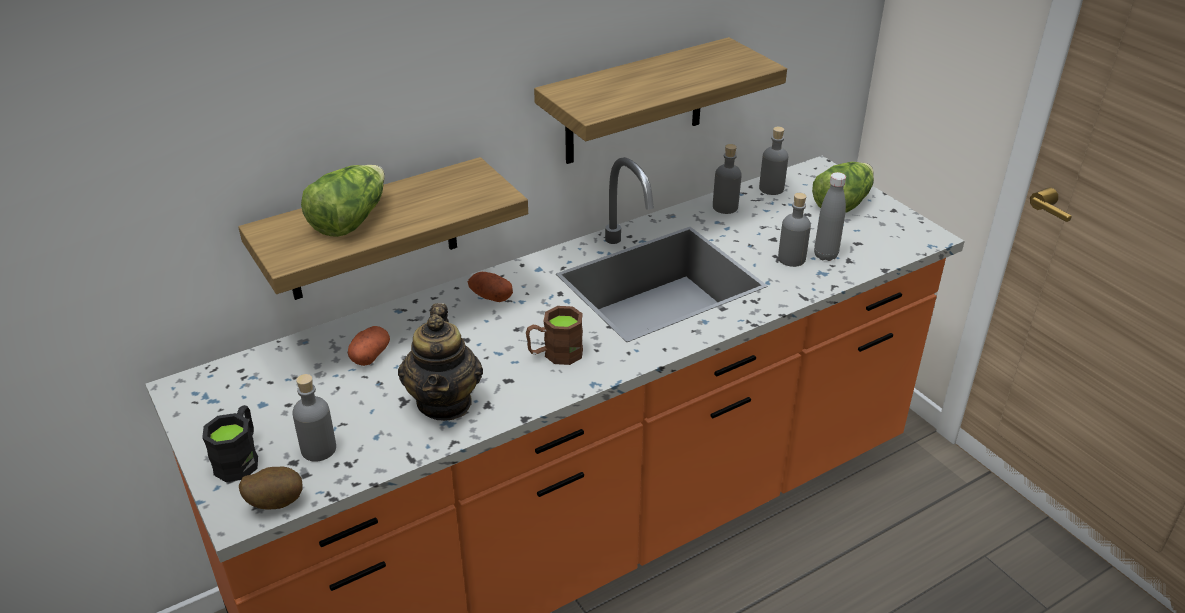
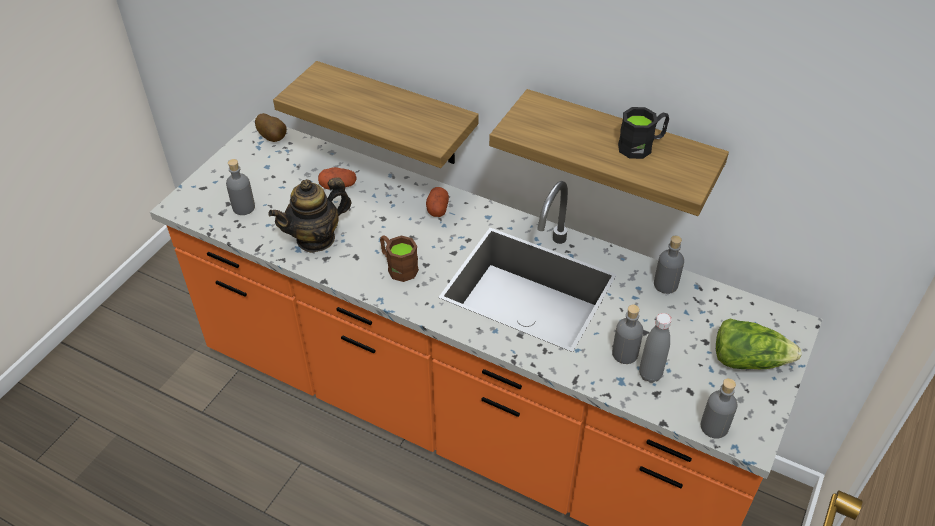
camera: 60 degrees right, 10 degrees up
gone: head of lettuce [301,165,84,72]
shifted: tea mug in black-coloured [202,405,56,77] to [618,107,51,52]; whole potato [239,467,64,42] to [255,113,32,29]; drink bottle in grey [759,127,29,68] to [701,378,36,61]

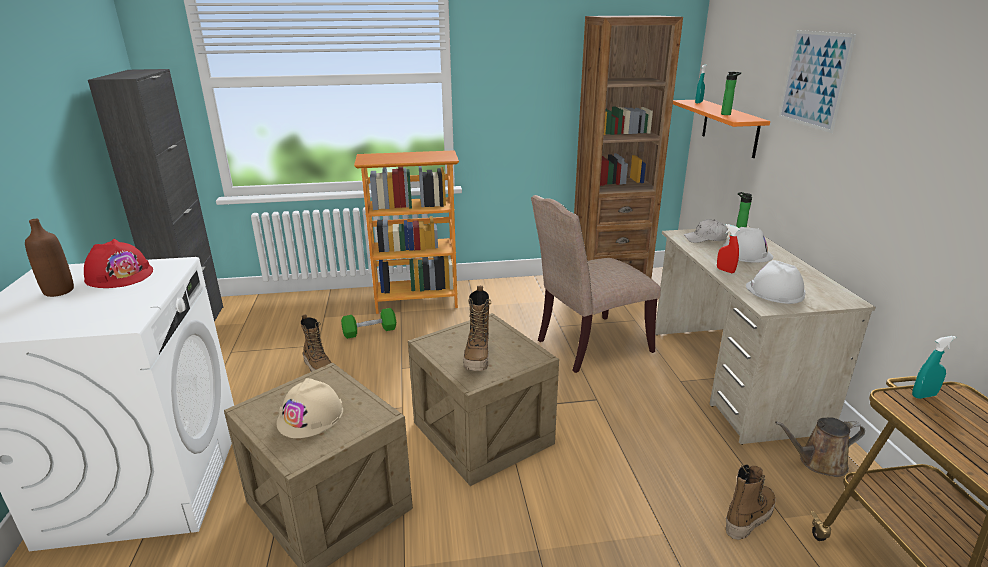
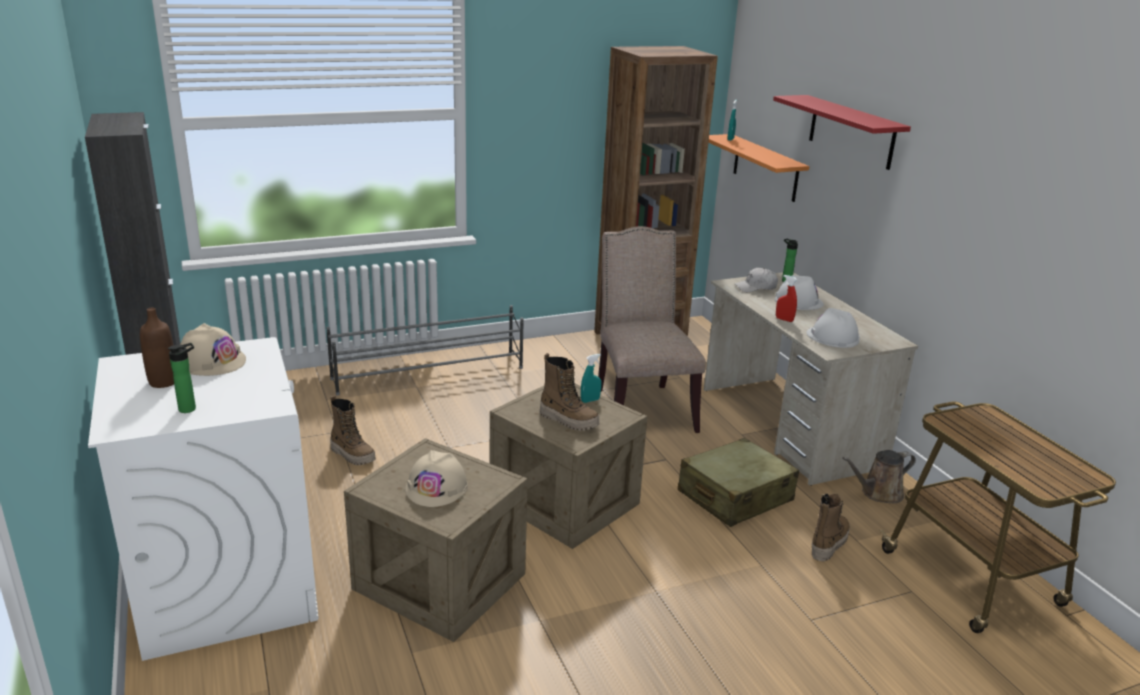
camera: 15 degrees left, 0 degrees up
gone: dumbbell in green [341,308,55,31]
new: travel case in sand-coloured [678,438,121,89]
shifted: drink bottle [721,71,20,44] to [168,343,28,70]; spray bottle in turquoise-coloured [912,336,44,63] to [581,354,21,49]
swapped: bookshelf [354,150,105,164] to shoe rack in grey [326,305,198,91]; picture [779,30,77,103] to bracket shelf in reddish [773,95,138,75]
repainted: safety helmet in reddish [84,239,69,49] to safety helmet in sand-coloured [180,323,66,53]
rotated: boot [463,286,28,85] = [540,353,59,78] 45 degrees counterclockwise; upright chair in sand-coloured [531,195,130,178] = [598,226,108,207] 120 degrees clockwise

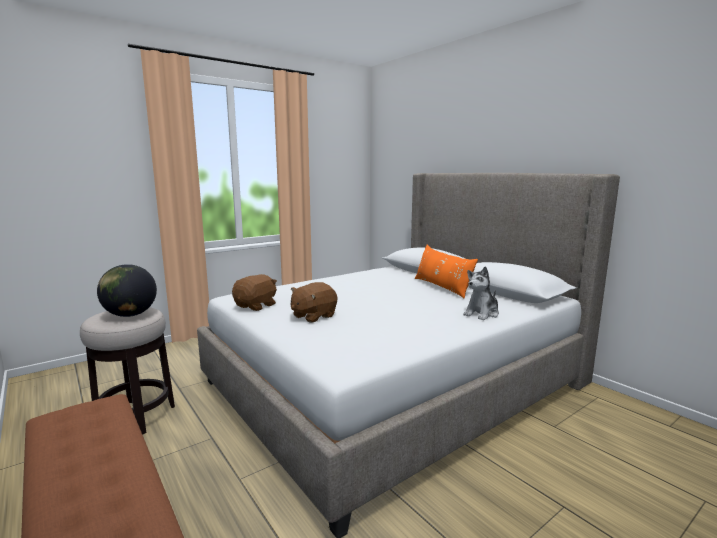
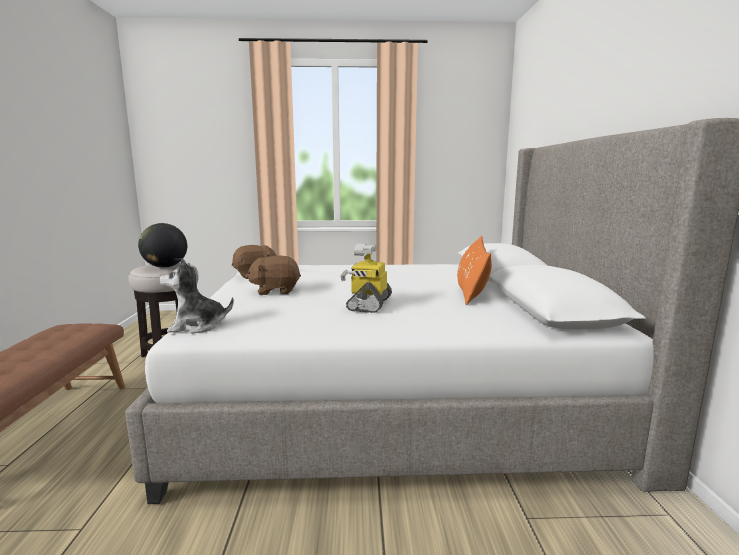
camera: 35 degrees right, 0 degrees up
new: model robot [340,244,52,69]
shifted: cuddly toy [463,266,36,54] to [160,258,74,76]

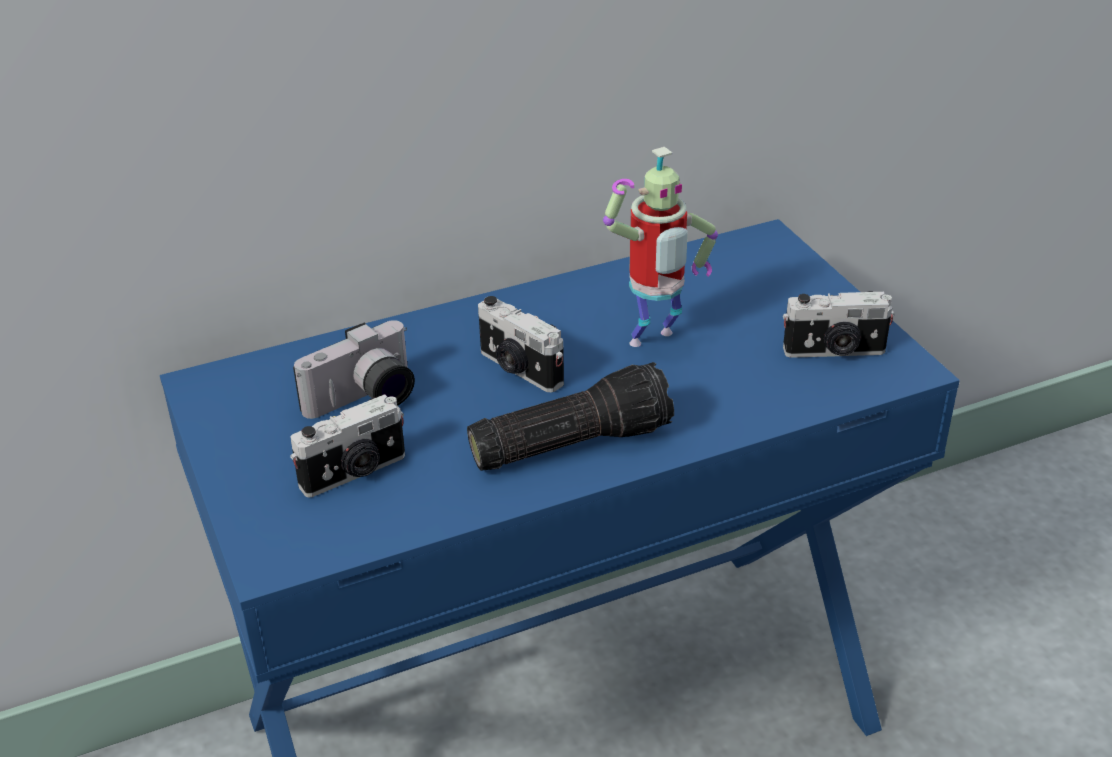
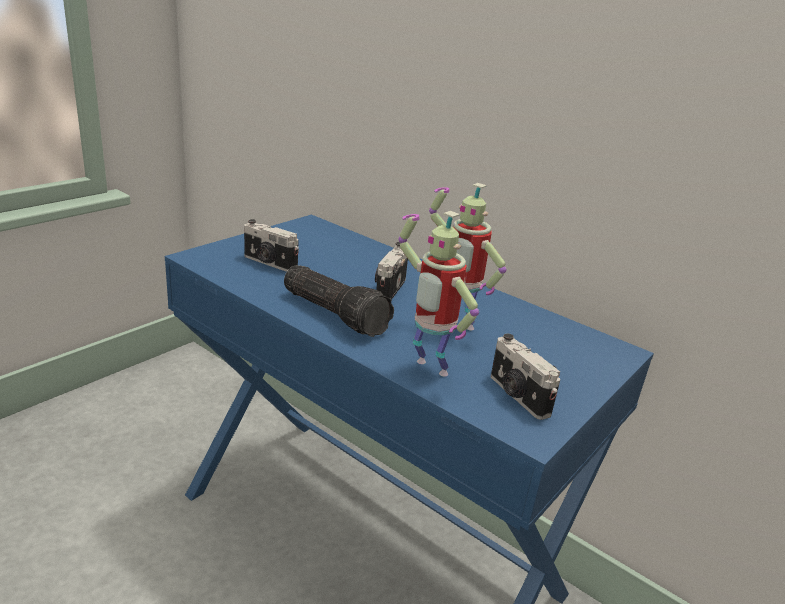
camera: 60 degrees right, 10 degrees down
gone: photo camera [293,320,122,99]
new: model robot [398,211,81,165]

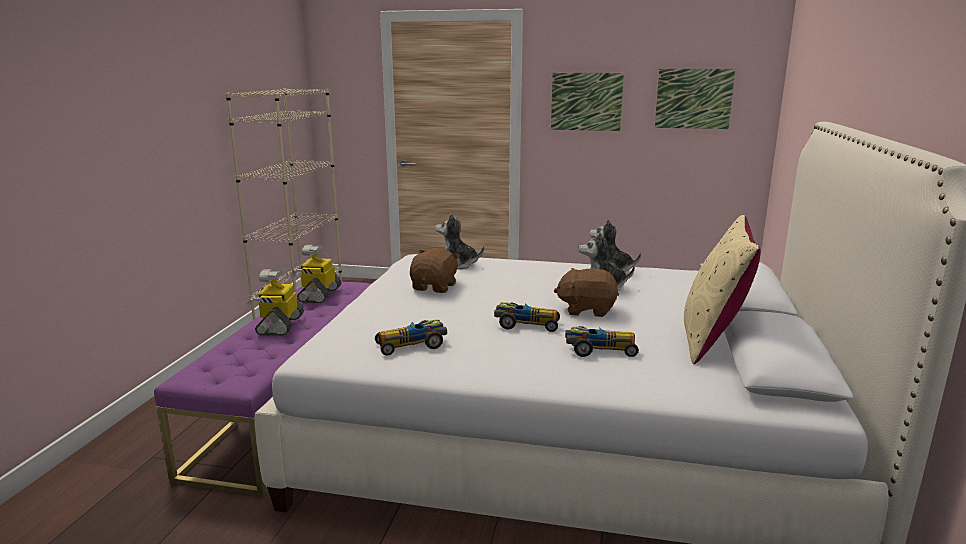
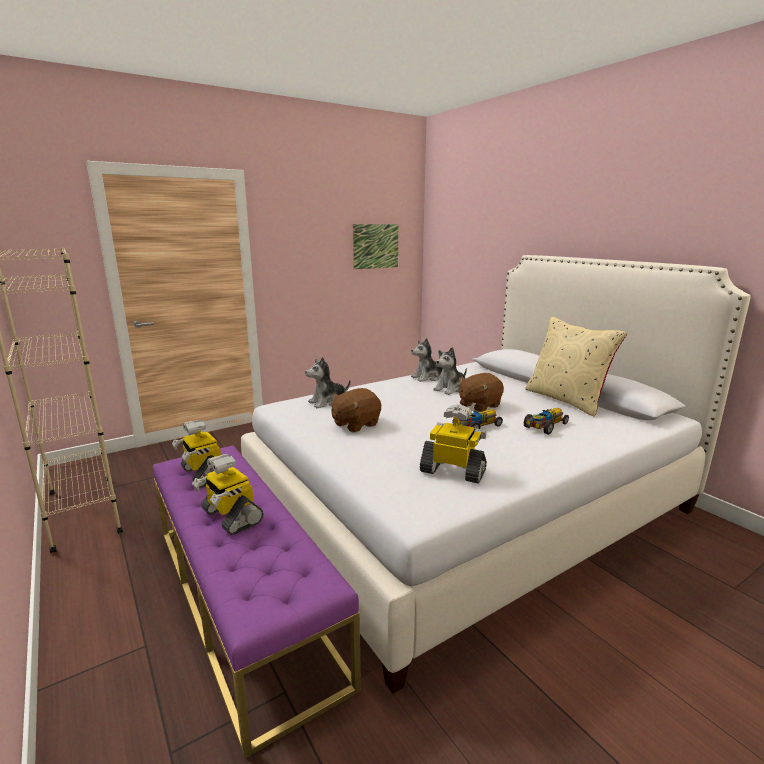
camera: 45 degrees left, 0 degrees up
gone: picture [551,73,73,58]
swapped: model car [375,319,72,36] to model robot [420,404,67,80]
rotated: cuddly toy in brown [410,248,50,45] = [332,388,49,44] 105 degrees counterclockwise

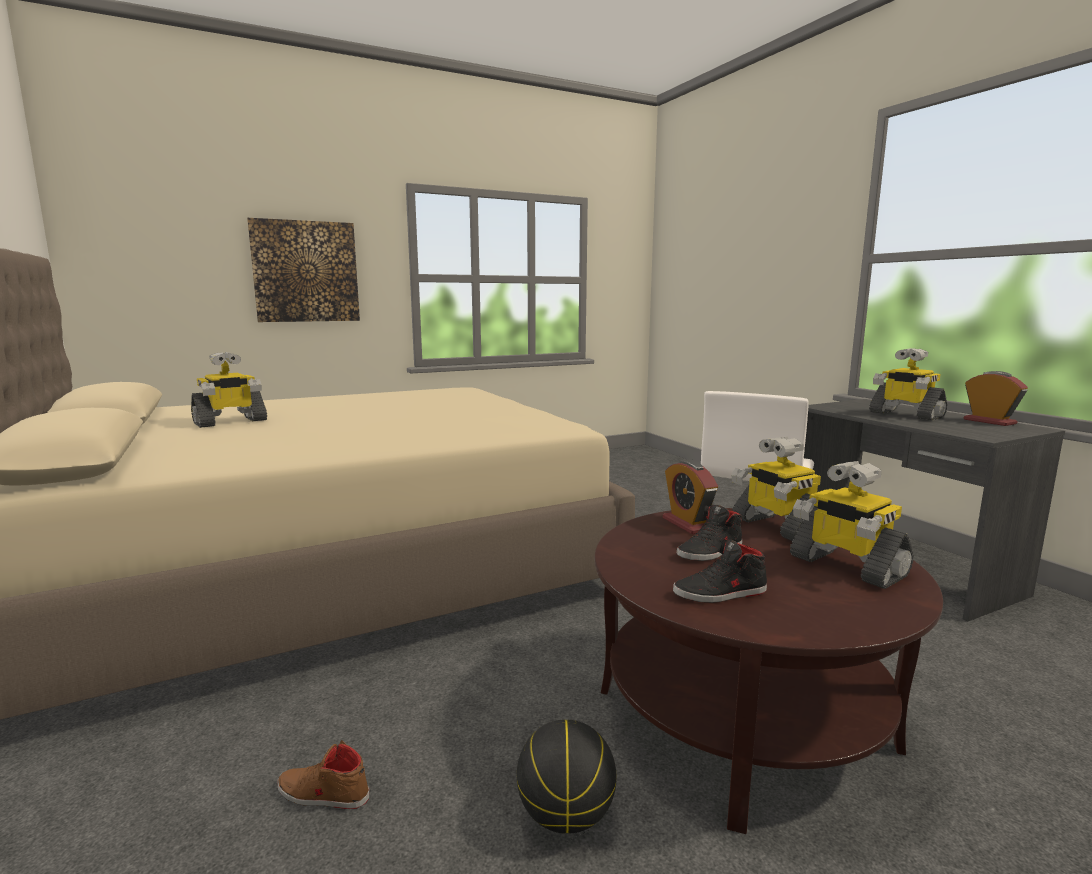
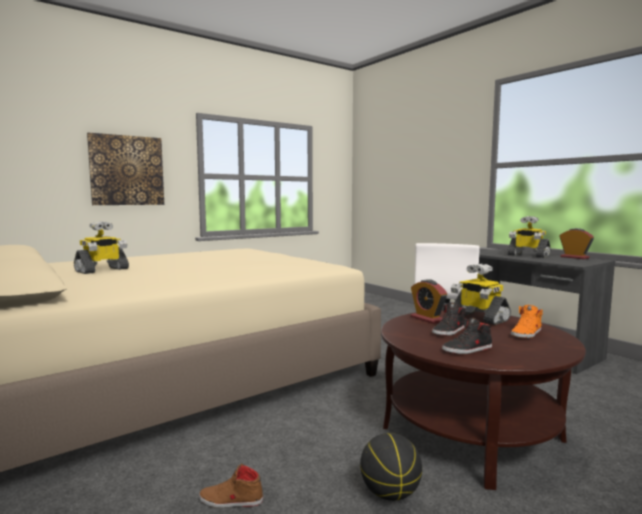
camera: 10 degrees left, 5 degrees down
swapped: model robot [790,461,124,128] to item of footwear in orange [511,305,32,33]

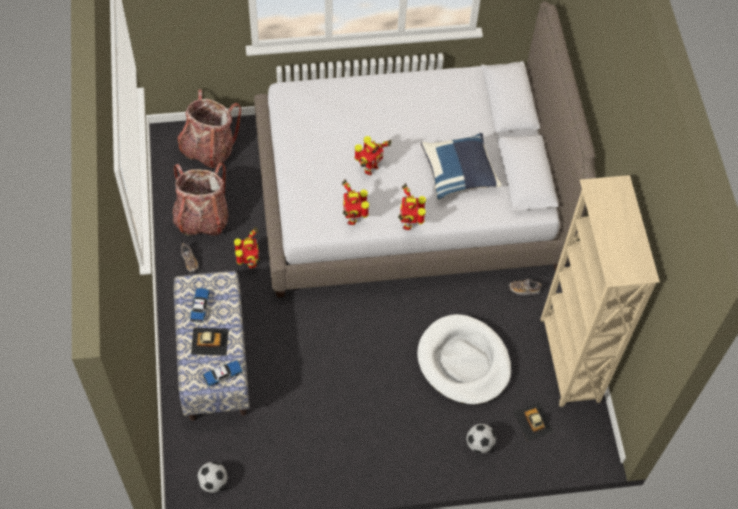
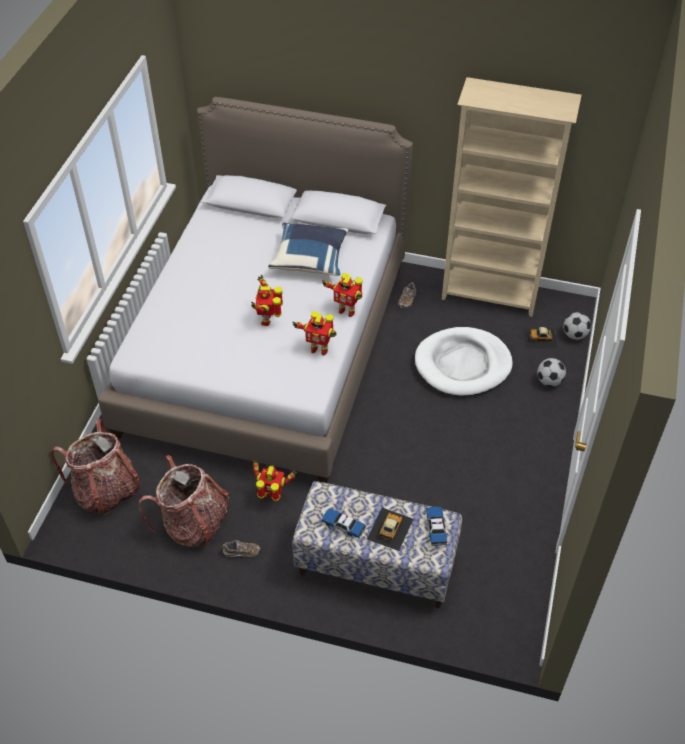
camera: 65 degrees left, 10 degrees down
shifted: football [197,462,31,31] to [563,312,28,28]
rotated: model robot [355,136,36,39] = [251,275,32,51] 150 degrees counterclockwise

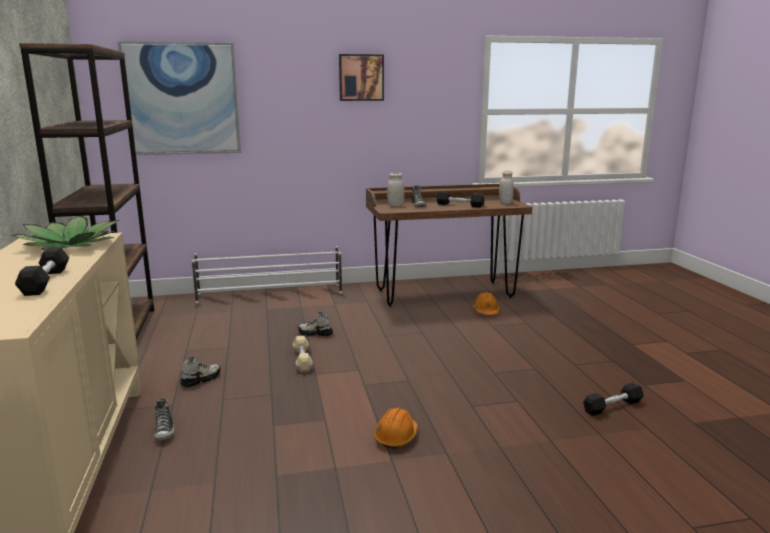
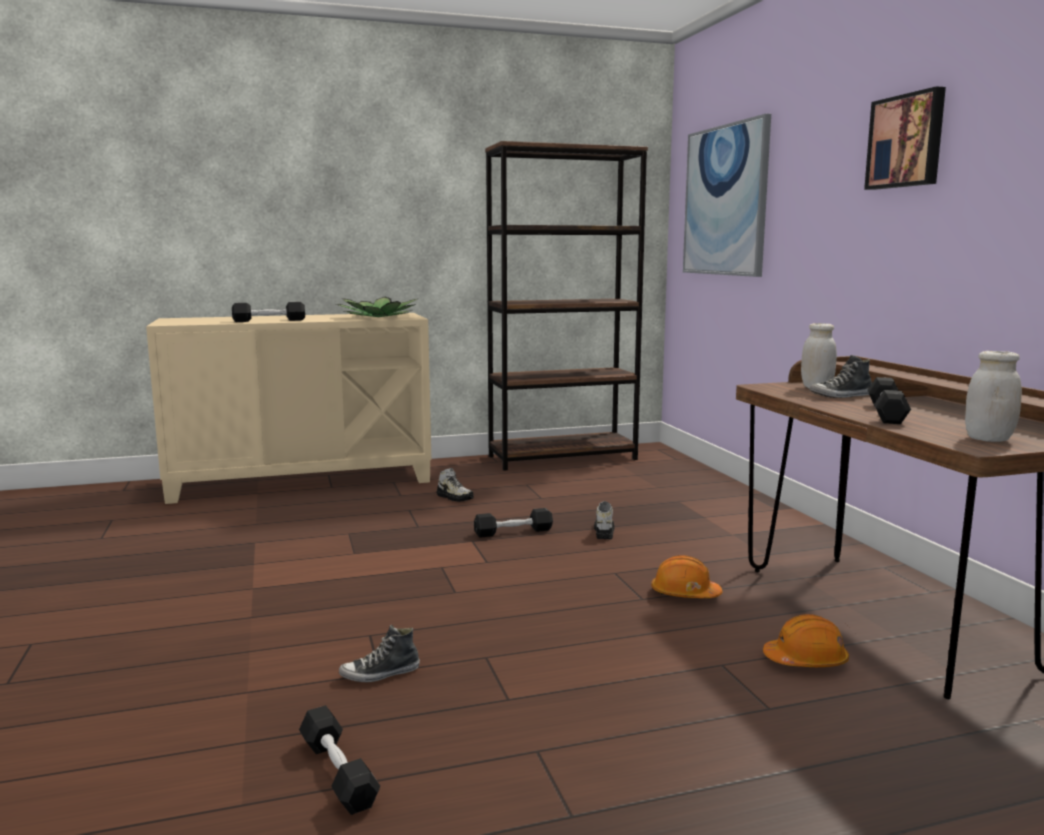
camera: 85 degrees right, 5 degrees down
gone: shoe rack in whitish [192,246,150,57]
shifted: item of footwear [154,397,20,44] to [339,625,81,58]; safety helmet in orange [374,408,44,41] to [651,555,71,43]
repainted: dumbbell in sand-coloured [293,336,20,36] to dumbbell in black-coloured [474,508,79,30]

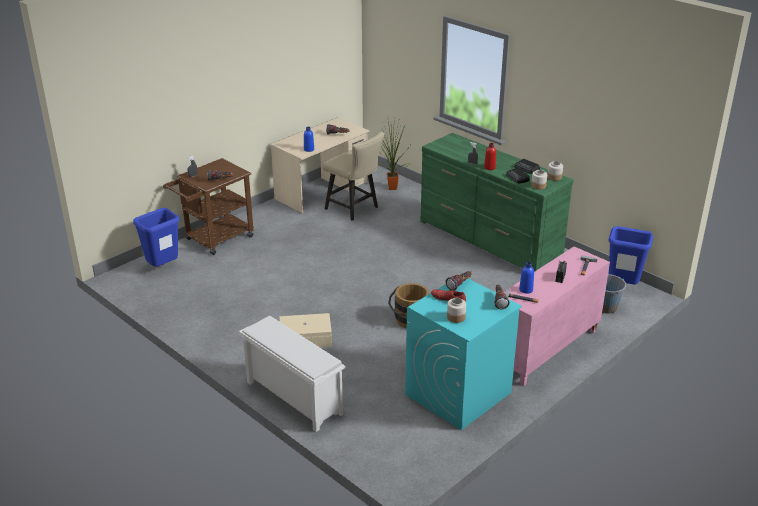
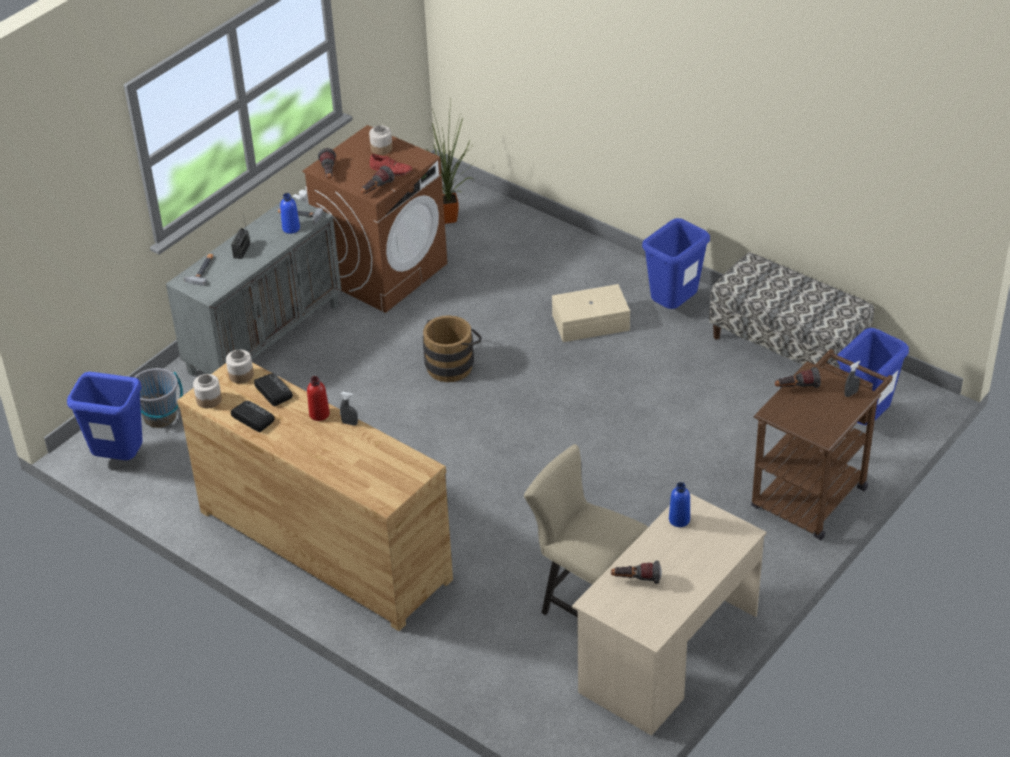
camera: 175 degrees right, 10 degrees up
gone: shoe rack in whitish [239,316,107,116]
new: rubbish bin in blue [642,218,68,91]; long seat [709,252,165,117]
shifted: plant in a pot [376,116,36,74] to [426,99,49,125]
repainted: washing machine in turquoise-coloured [405,279,117,151] to washing machine in brown [302,125,145,188]; drawer chest in green [420,133,153,139] to drawer chest in brown [177,362,276,269]; cupboard in pink-coloured [503,246,107,141] to cupboard in grey [166,196,176,180]

